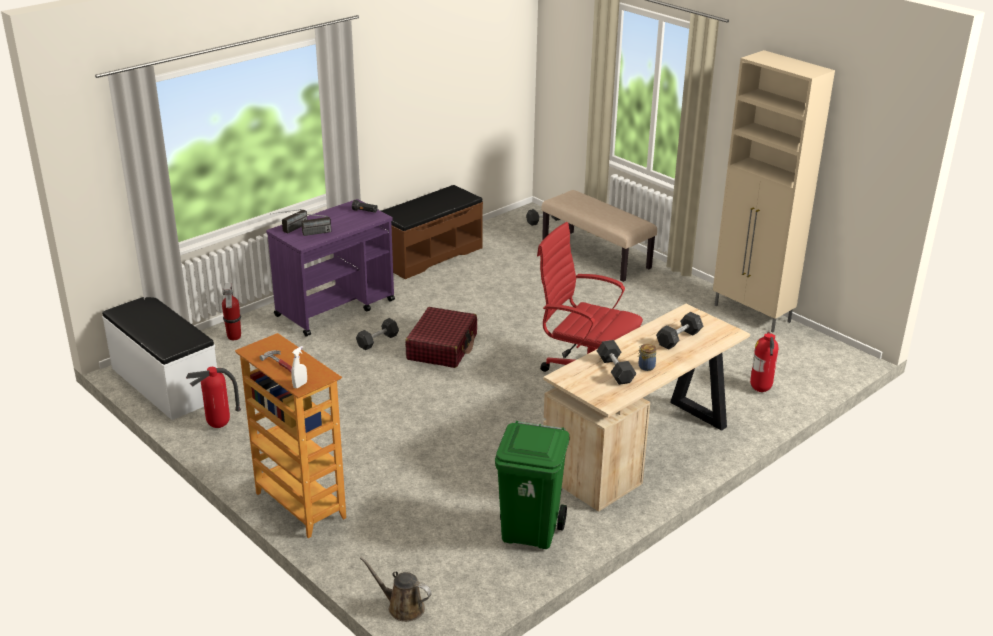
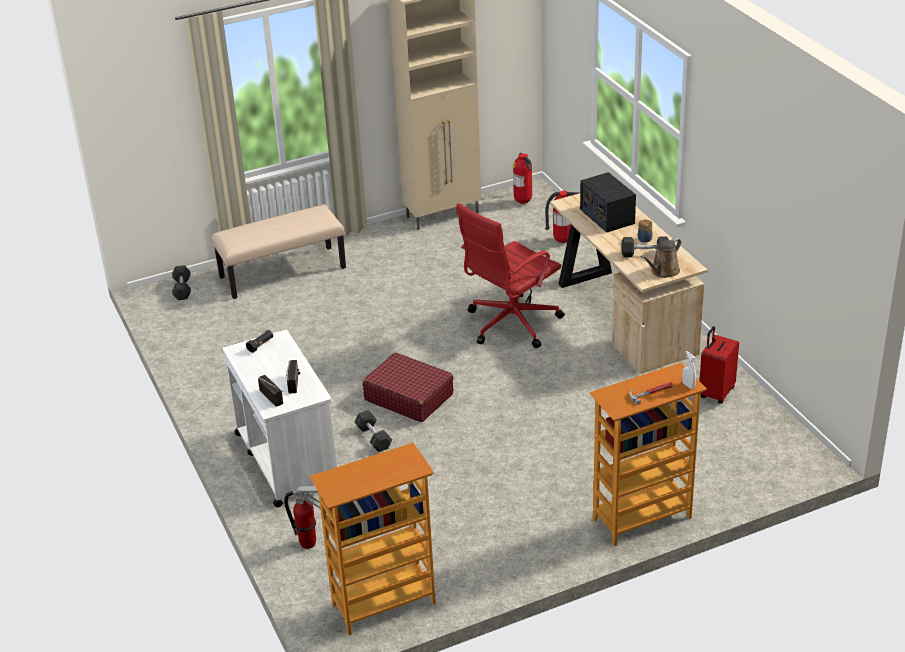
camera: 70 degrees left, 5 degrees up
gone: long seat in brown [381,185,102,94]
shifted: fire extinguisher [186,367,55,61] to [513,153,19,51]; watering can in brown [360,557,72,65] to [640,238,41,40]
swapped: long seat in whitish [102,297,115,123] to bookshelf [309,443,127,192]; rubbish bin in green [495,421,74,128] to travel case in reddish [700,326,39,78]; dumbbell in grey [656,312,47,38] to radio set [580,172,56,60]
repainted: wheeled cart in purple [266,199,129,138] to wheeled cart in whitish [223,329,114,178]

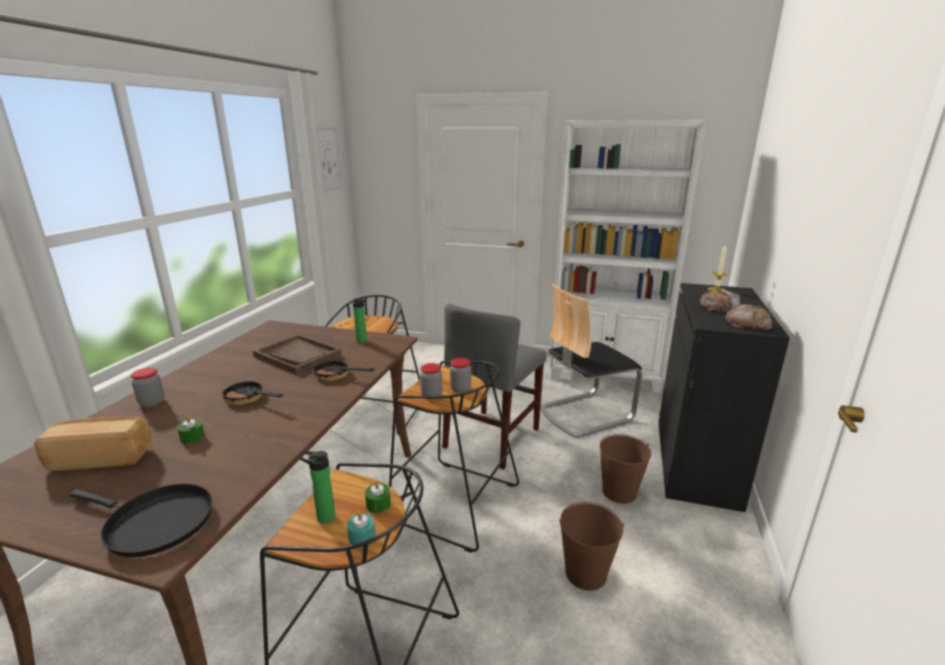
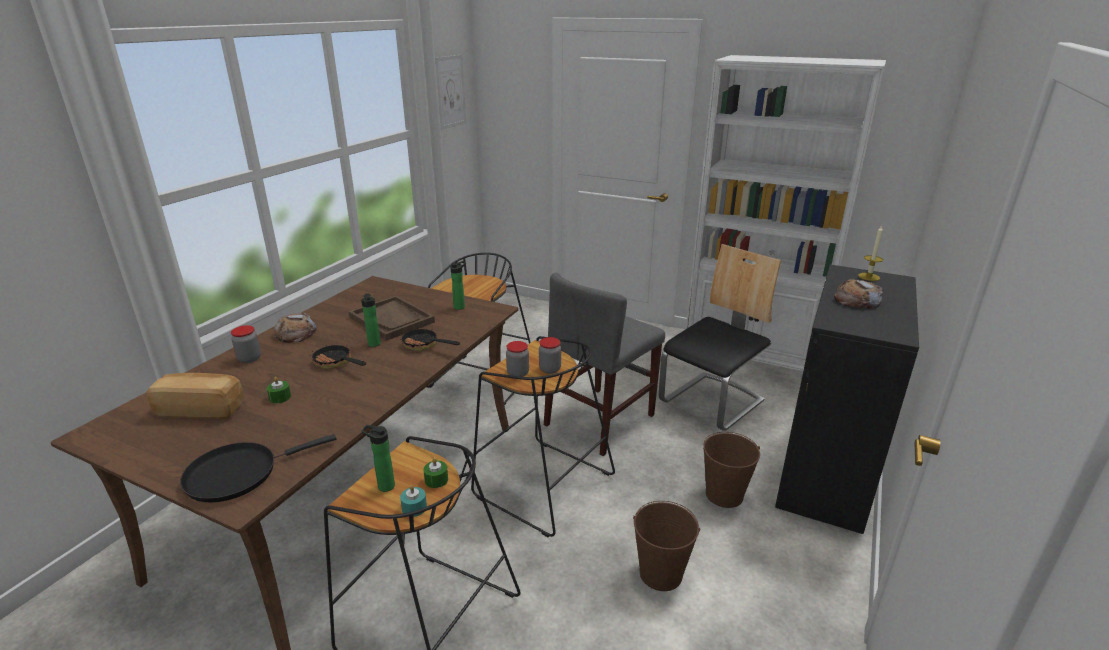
camera: 10 degrees right, 5 degrees up
new: drink bottle [361,293,20,54]
shifted: bakery bread [725,304,47,26] to [273,313,44,30]
rotated: pan in black-coloured [69,484,143,73] = [180,434,156,69] 120 degrees clockwise; upright chair [540,284,102,154] = [659,244,122,187] 150 degrees clockwise

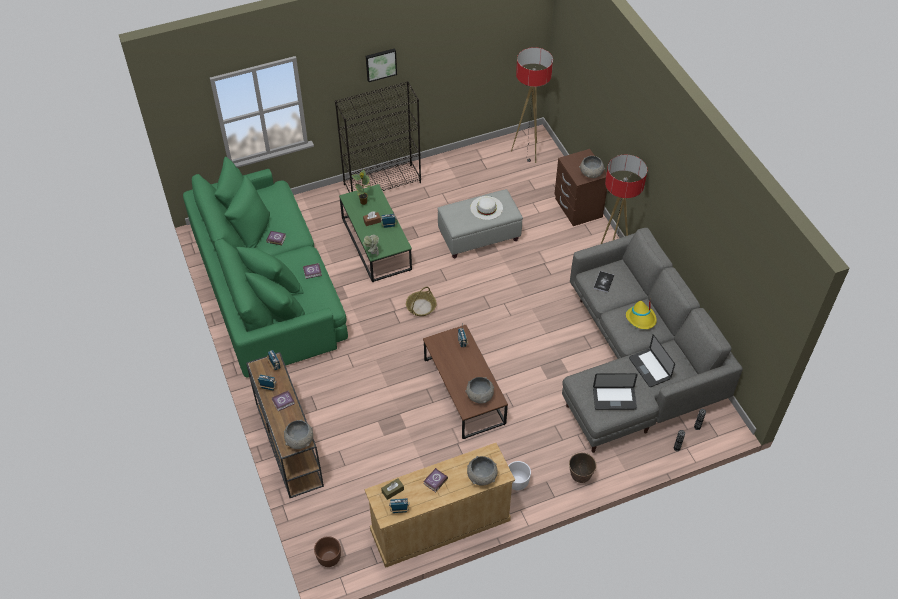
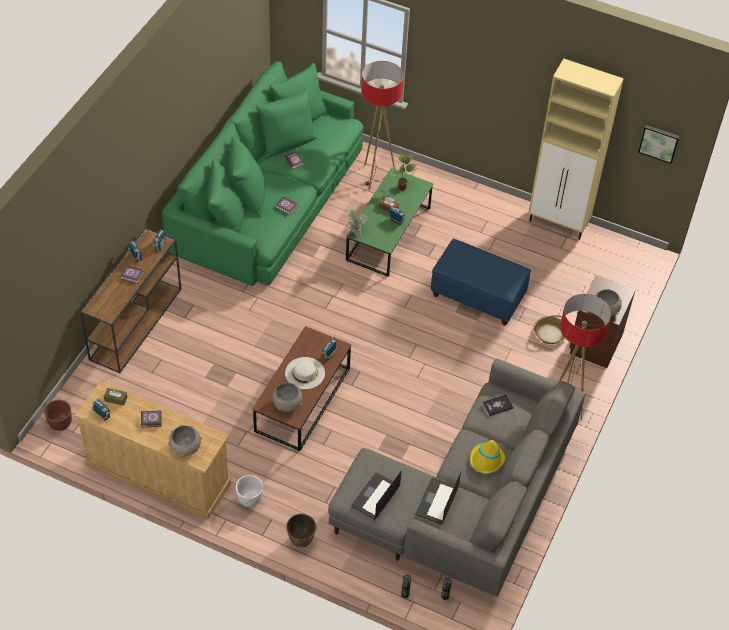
camera: 45 degrees right, 0 degrees up
gone: bowl in grey [284,419,29,30]; bookshelf in black-coloured [335,81,86,112]
new: cupboard in sand-coloured [528,59,96,181]
shifted: picture [366,48,31,34] to [638,125,42,39]; basket [406,287,31,29] to [534,315,31,29]; wearable hat in whitish [470,196,33,24] to [285,357,40,32]; standing lamp [511,47,42,116] to [361,61,42,129]
repainted: pouffe in grey [437,189,86,69] to pouffe in blue [431,238,100,87]
rotated: notebook computer [593,373,45,37] = [351,470,51,50] 75 degrees clockwise

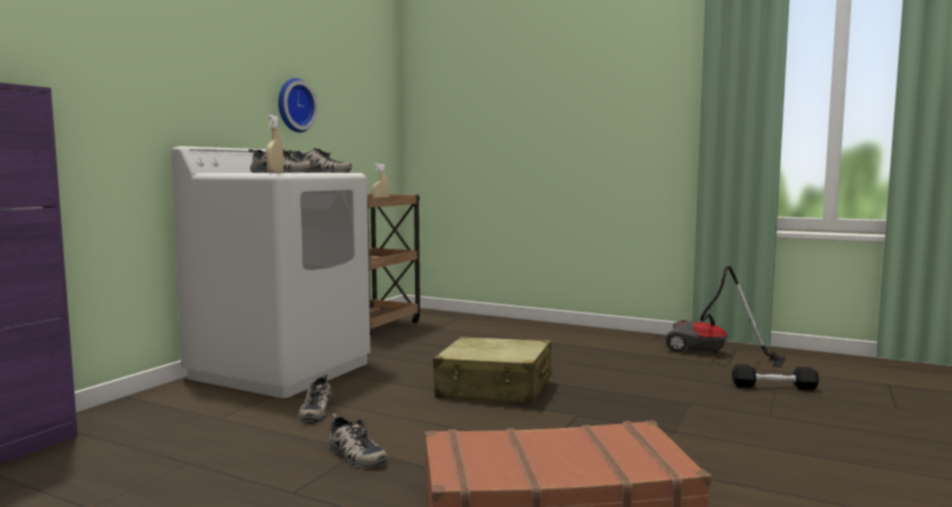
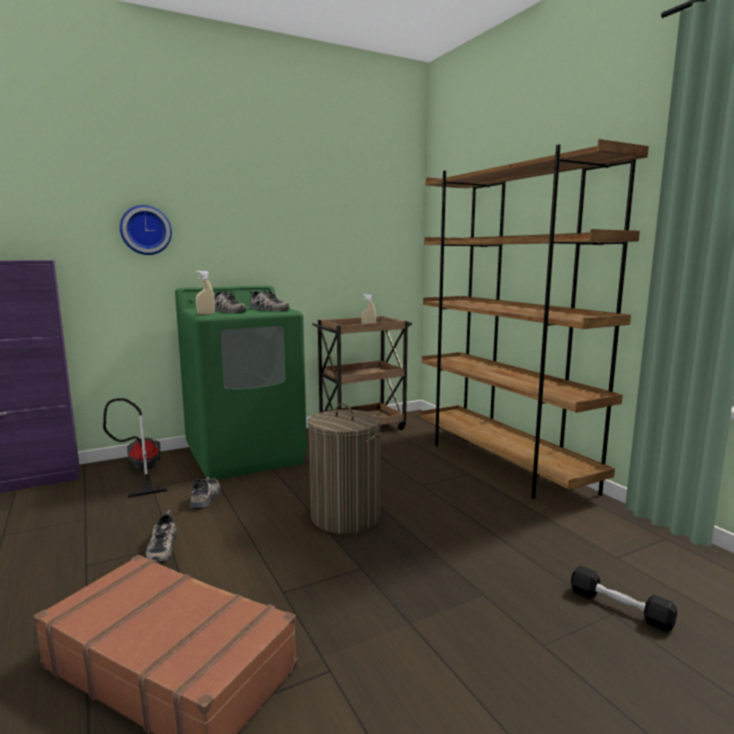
camera: 35 degrees right, 5 degrees up
new: bookshelf in brown [420,139,229,360]
shifted: wall clock [278,78,40,55] to [120,205,52,50]; vacuum [666,266,120,102] to [103,398,64,100]
swapped: travel case in sand-coloured [433,337,119,67] to hamper [308,403,76,131]
repainted: washing machine in whitish [172,146,198,252] to washing machine in green [175,286,132,194]
rotated: item of footwear [299,374,34,49] = [189,477,32,33] 150 degrees clockwise

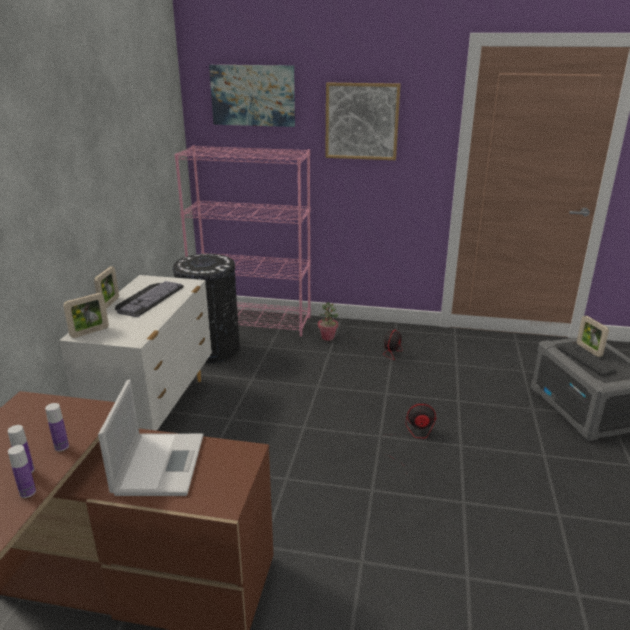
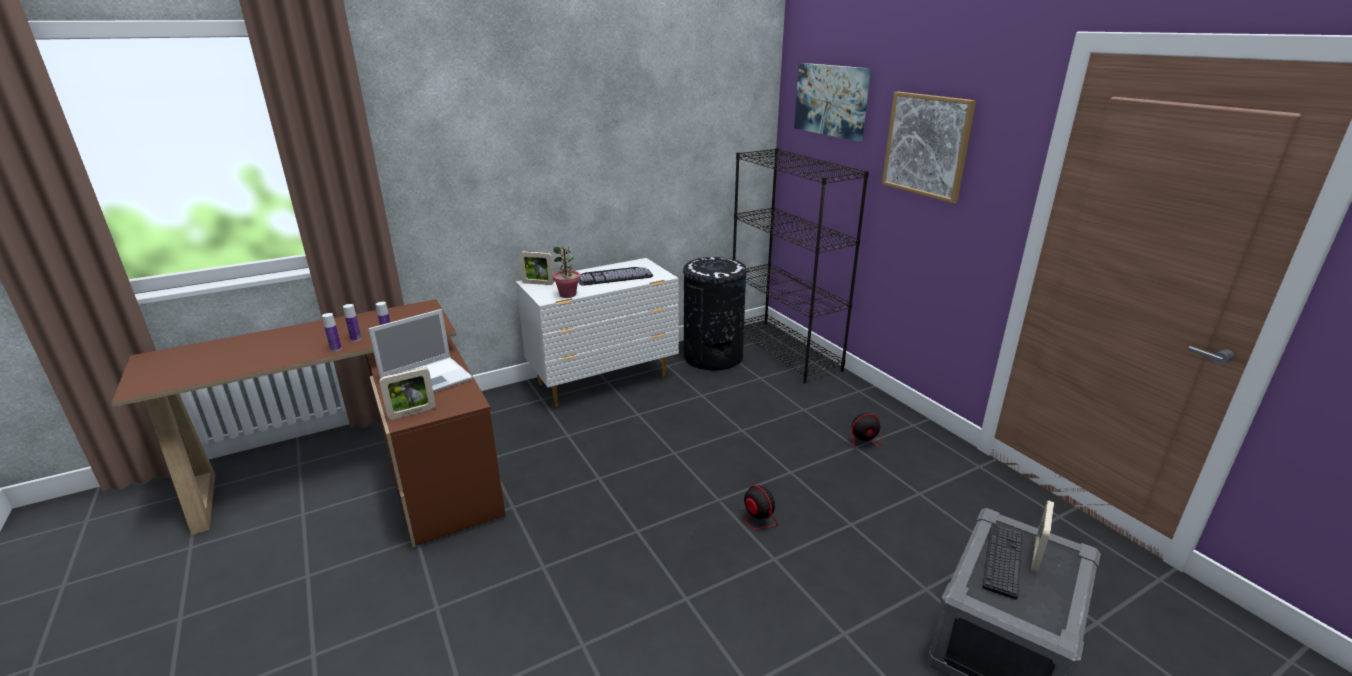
camera: 50 degrees right, 0 degrees up
shifted: picture frame [94,266,25,43] to [379,367,57,53]; plant in a pot [318,302,20,39] to [553,246,27,52]
repainted: bookshelf in pink-coloured [175,146,136,191] to bookshelf in black-coloured [733,148,136,235]

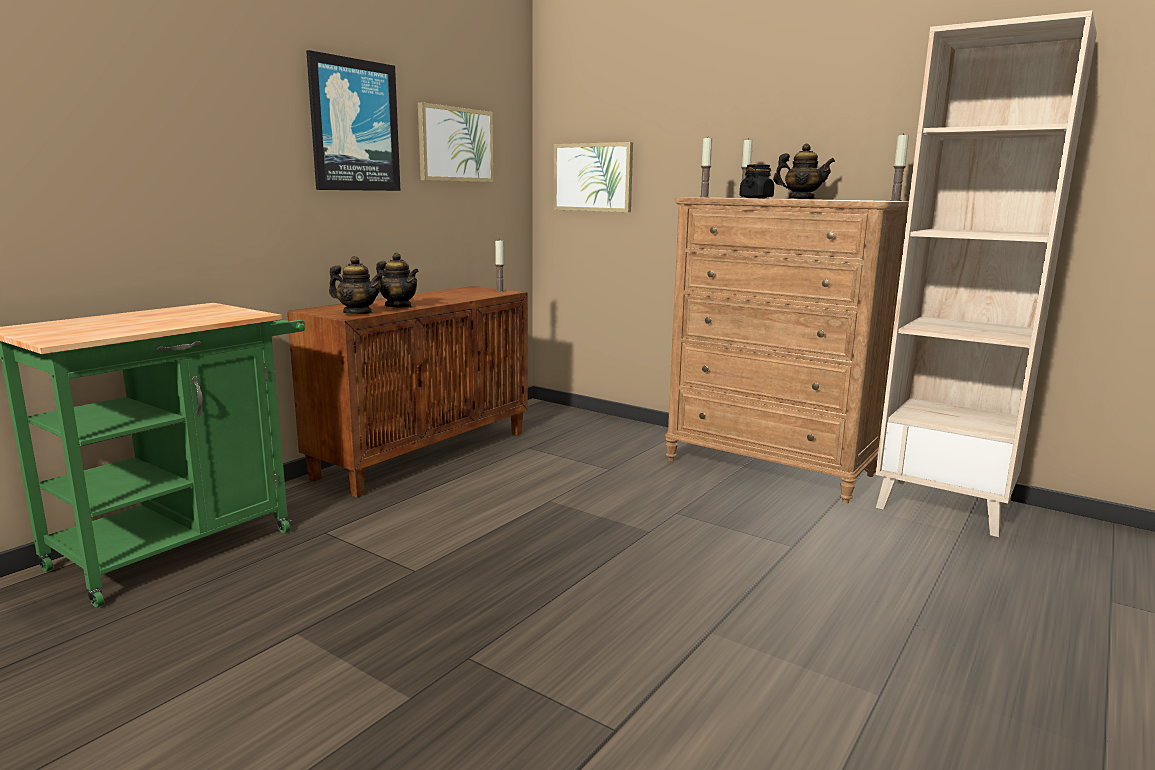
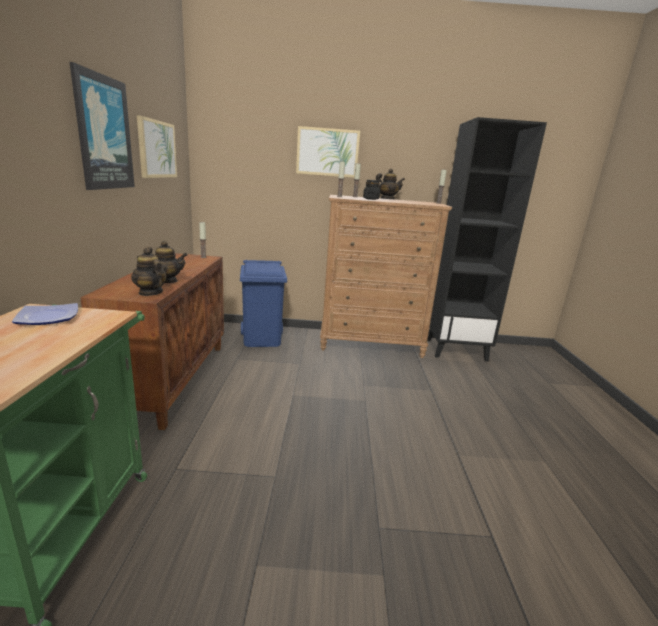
camera: 35 degrees left, 5 degrees up
new: flat dish [12,303,66,22]; rubbish bin in blue [240,260,47,87]
shifted: picture [553,142,80,70] to [296,126,64,52]
repainted: bookshelf in sand-coloured [876,10,221,527] to bookshelf in black-coloured [427,117,120,244]
rotated: tea pot [329,256,54,58] = [131,248,36,48] 120 degrees counterclockwise

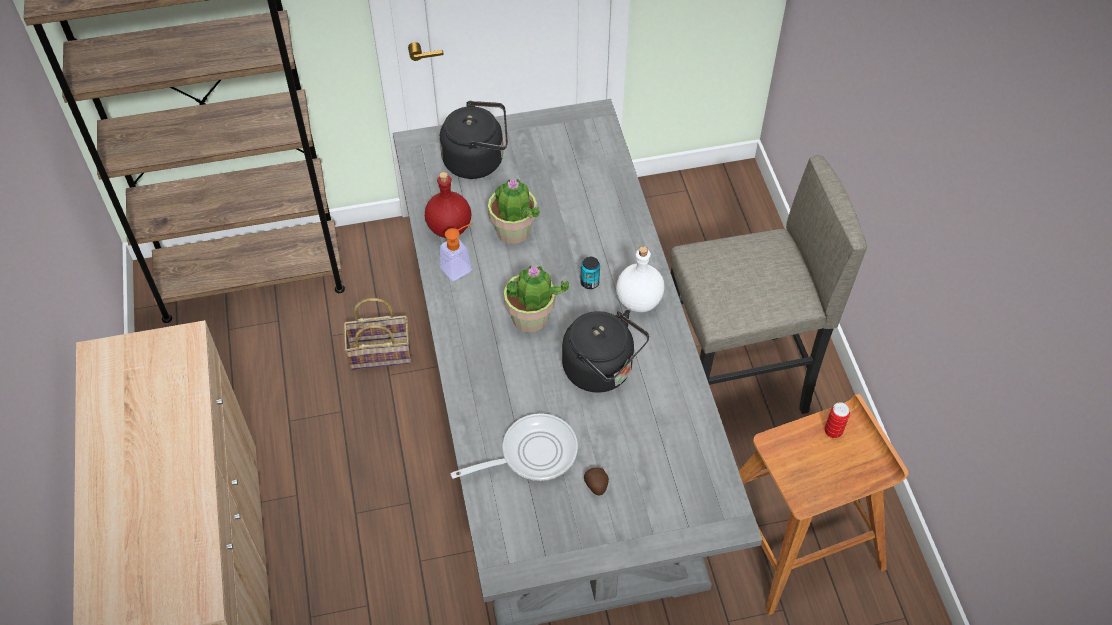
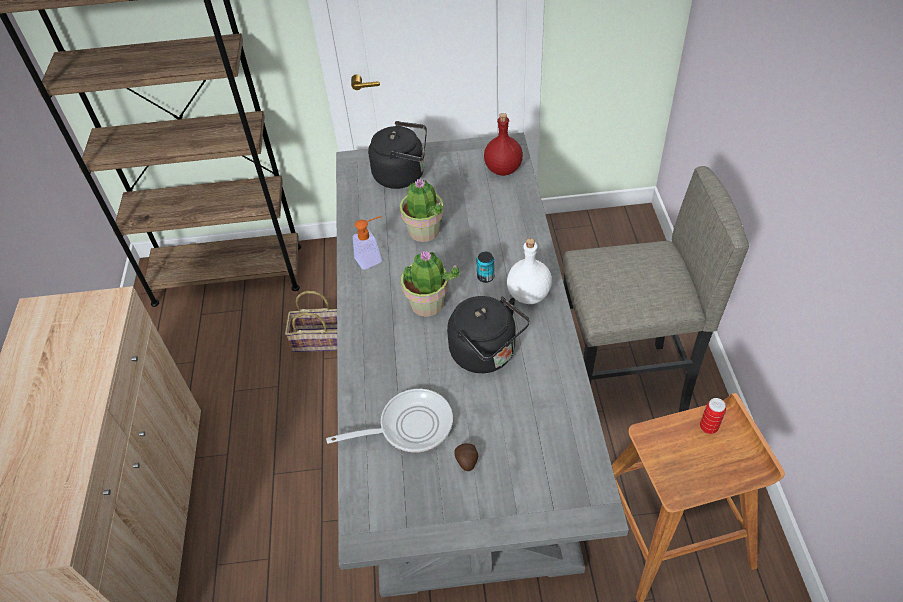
camera: 10 degrees right, 5 degrees down
shifted: drink bottle in reddish [425,172,46,66] to [484,113,39,63]

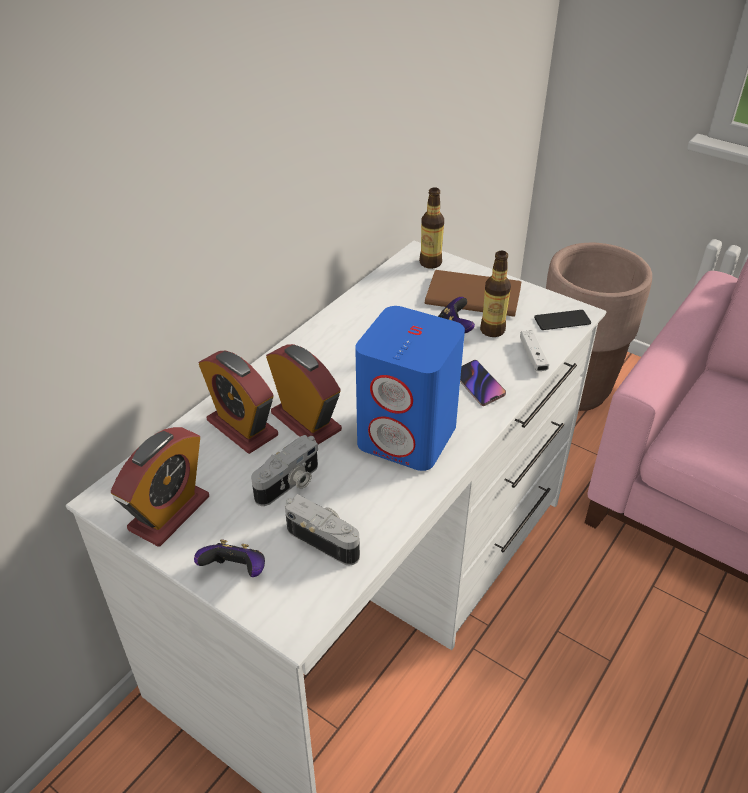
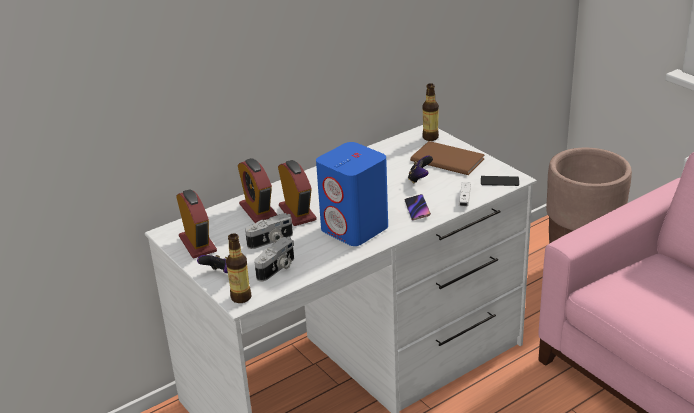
camera: 20 degrees right, 10 degrees down
shifted: drink bottle [480,251,31,86] to [226,233,25,70]
rotated: alarm clock [111,427,98,120] = [177,189,40,69] 75 degrees counterclockwise; photo camera [285,494,75,71] = [254,237,40,45] 75 degrees clockwise

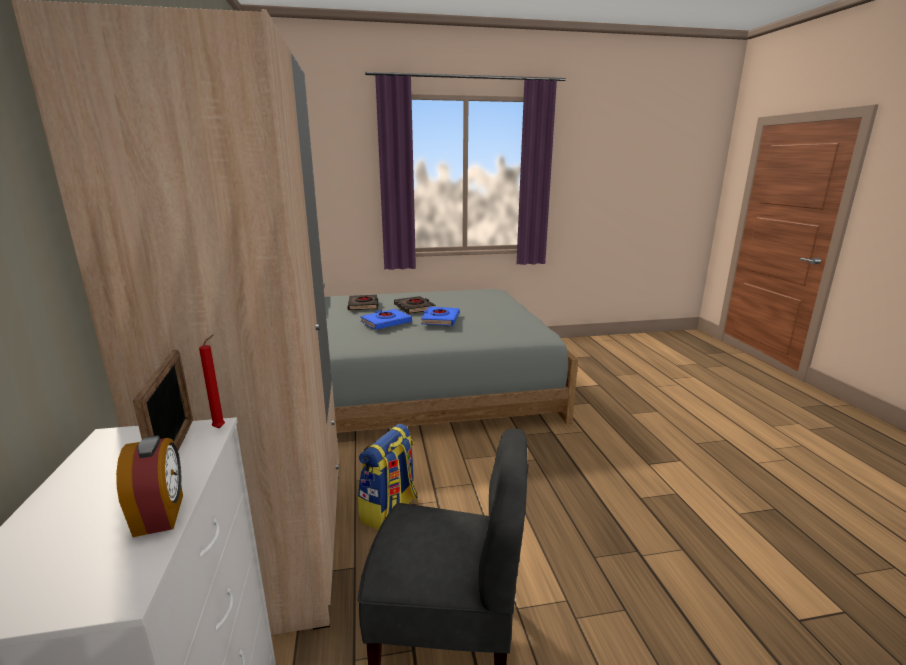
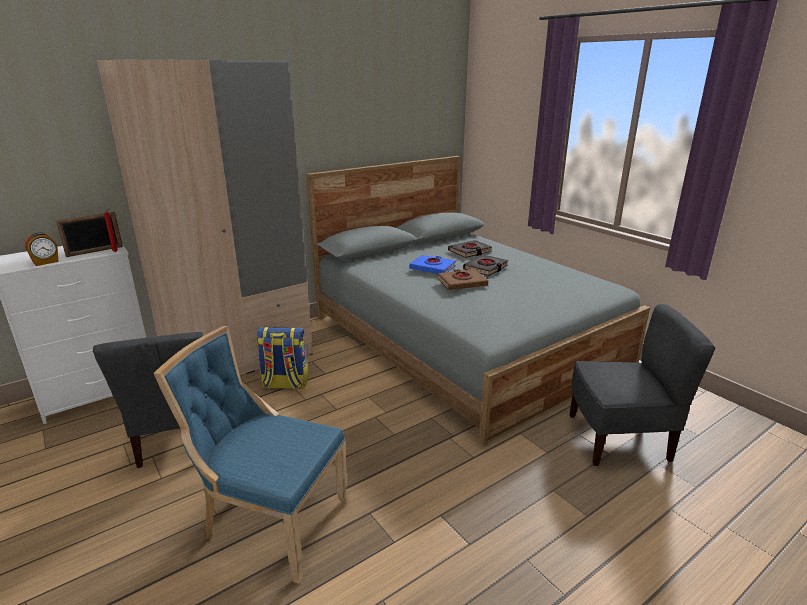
camera: 65 degrees right, 5 degrees up
new: upright chair in blue [154,326,195,258]; upright chair in grey [569,304,146,162]
repainted: volume in blue [421,307,38,19] to volume in brown [437,269,51,21]

